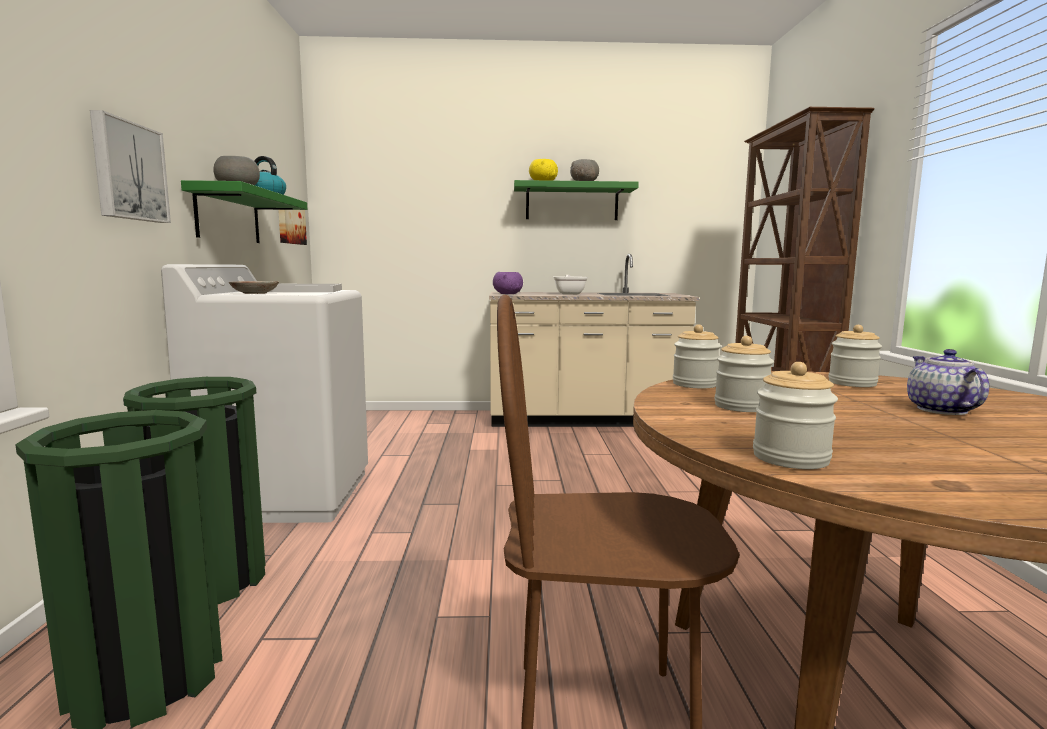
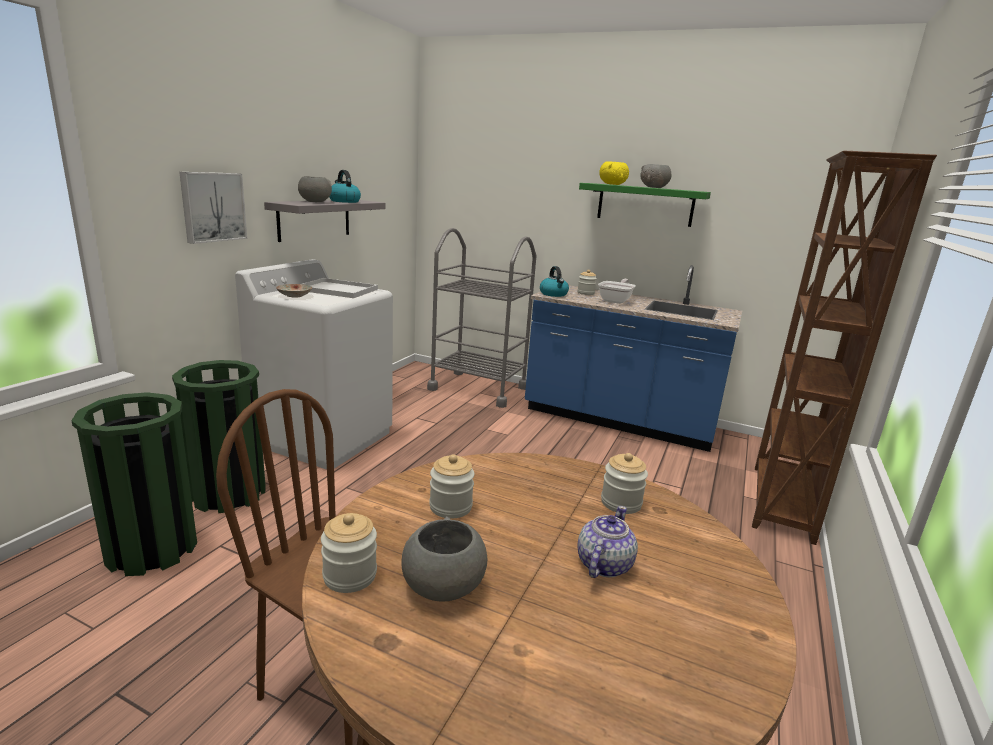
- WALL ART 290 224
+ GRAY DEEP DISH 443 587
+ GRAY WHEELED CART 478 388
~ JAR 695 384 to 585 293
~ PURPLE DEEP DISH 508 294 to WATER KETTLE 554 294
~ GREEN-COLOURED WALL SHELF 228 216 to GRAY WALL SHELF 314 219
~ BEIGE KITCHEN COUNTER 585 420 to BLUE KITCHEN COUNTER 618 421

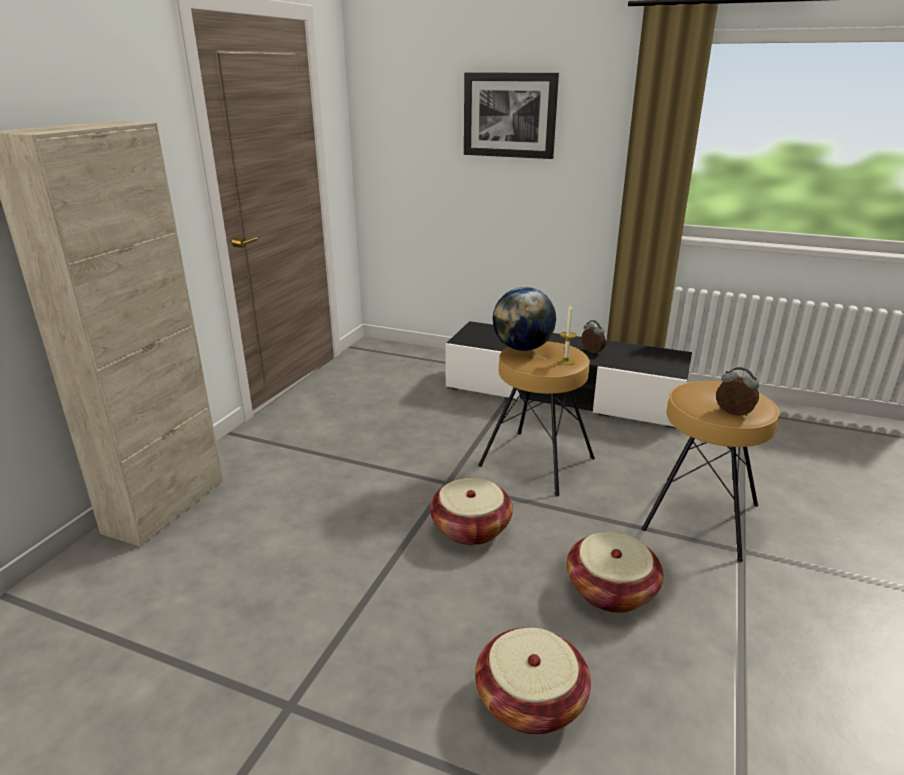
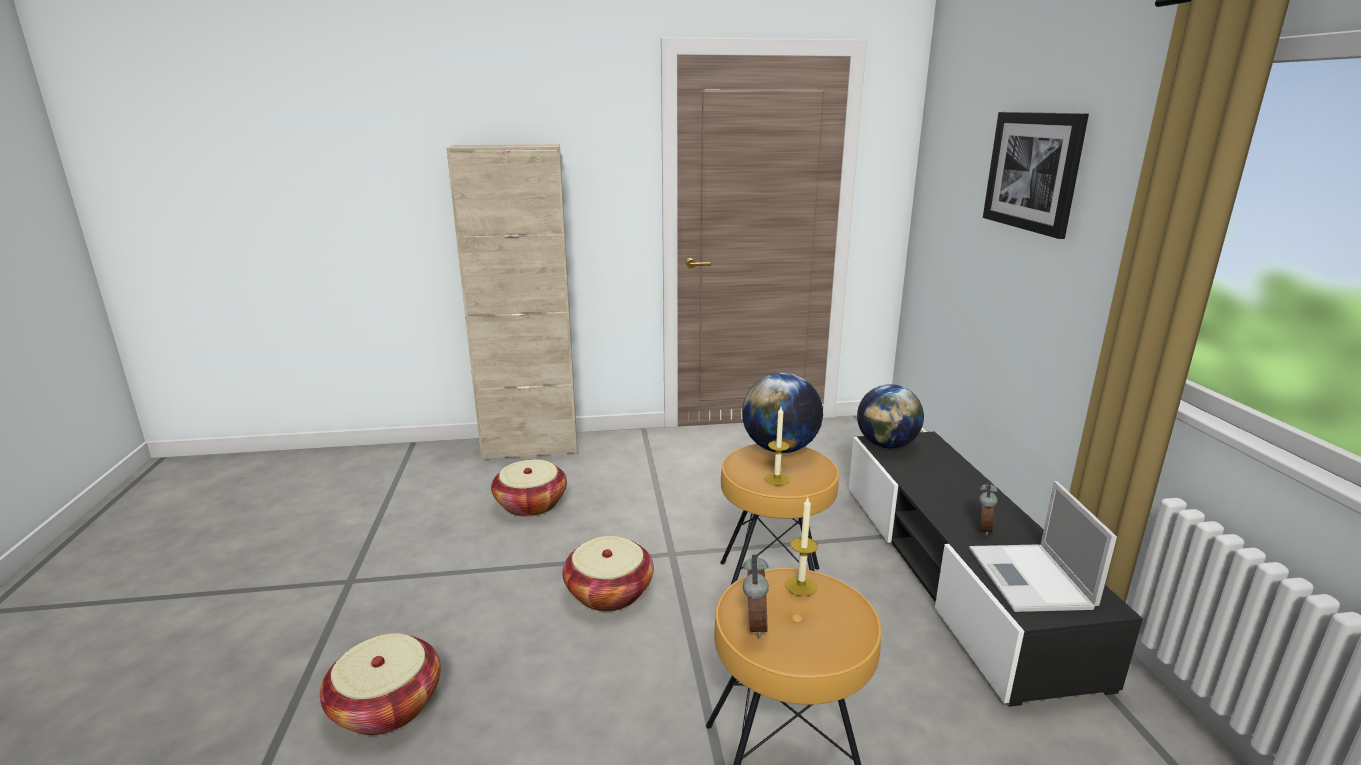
+ WAX CANDLE 801 586
+ DESK GLOBE 887 445
+ LAPTOP 1031 579
~ BASKET 611 590 to 531 504

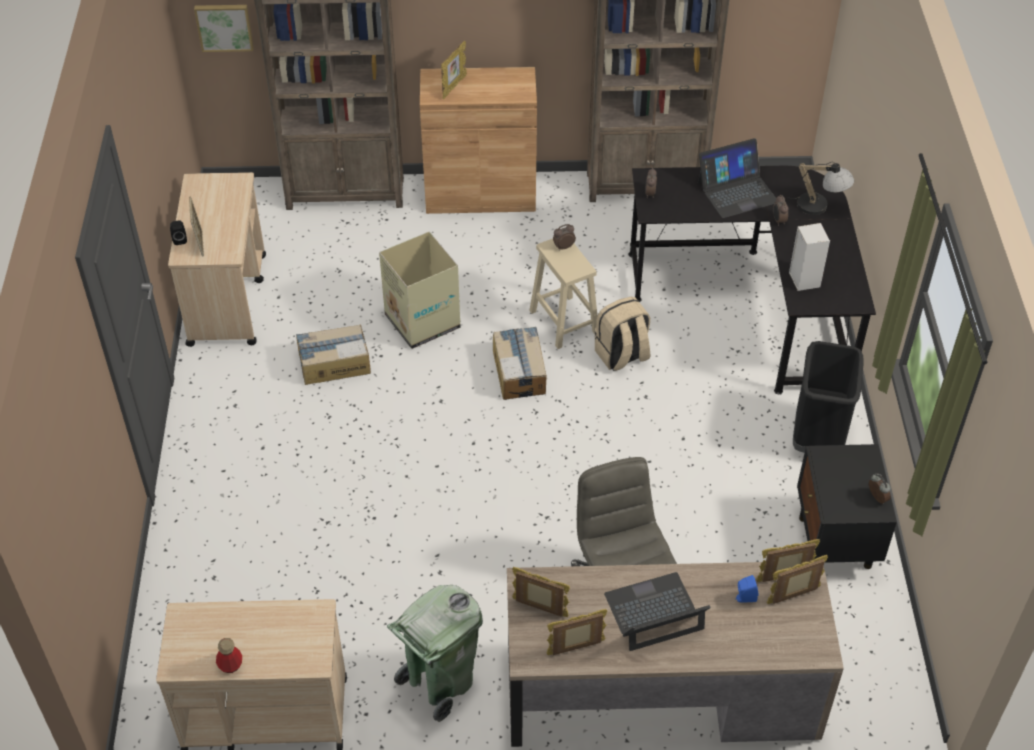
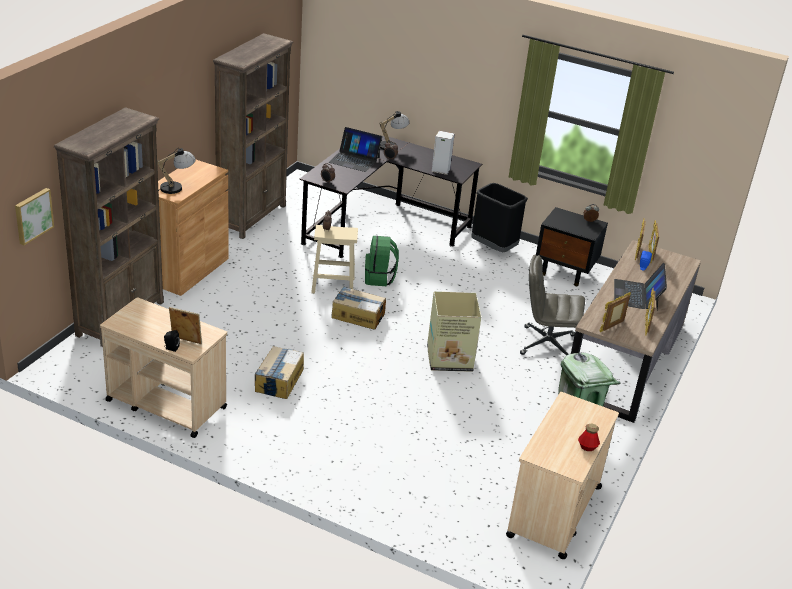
~ CARTON 422 320 to 448 358
~ PHOTO FRAME 454 87 to TABLE LAMP 177 187
~ BEIGE KNAPSACK 621 356 to GREEN-COLOURED KNAPSACK 379 278
~ LAPTOP 737 191 = 354 160 105 degrees clockwise

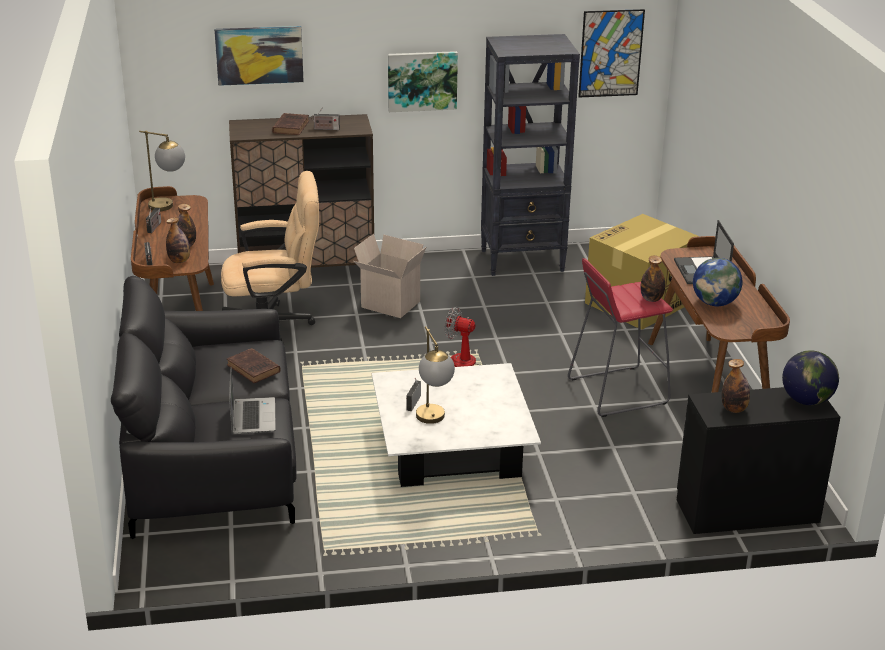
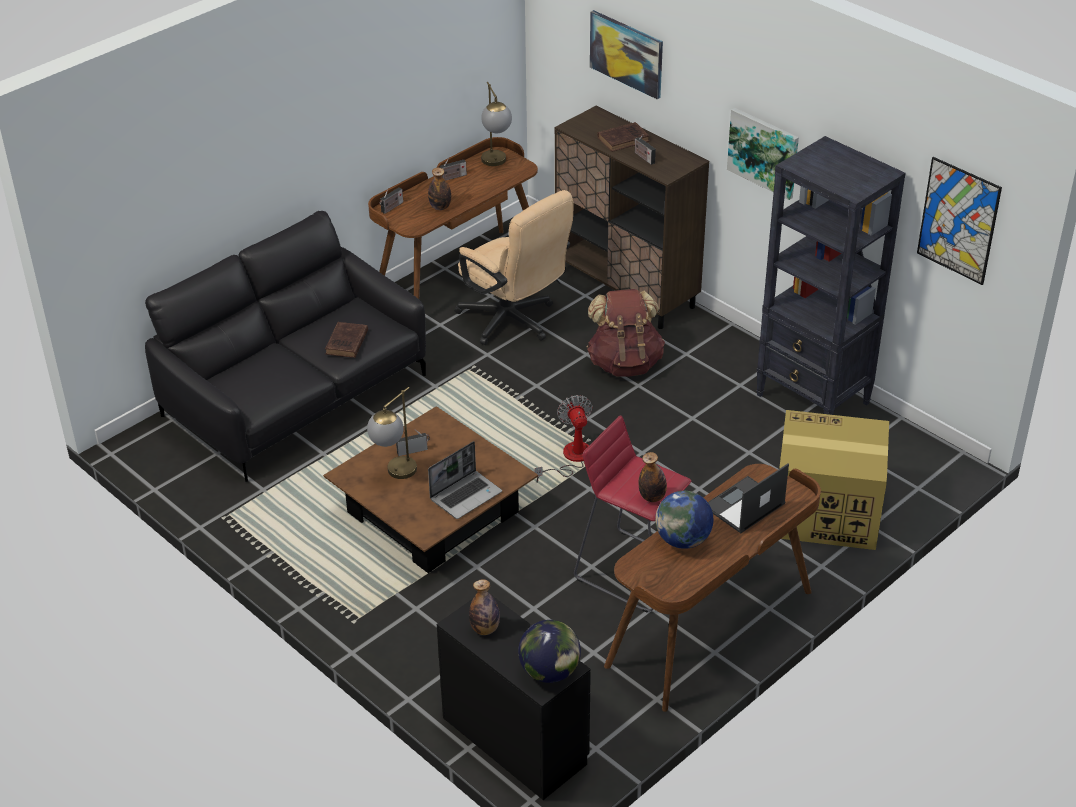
- BOTTLE 179 261
~ LAPTOP 252 417 to 466 495
~ CARTON 389 305 to BROWN KNAPSACK 624 363
~ WHITE-COLOURED LOW TABLE 451 447 to BROWN LOW TABLE 433 511

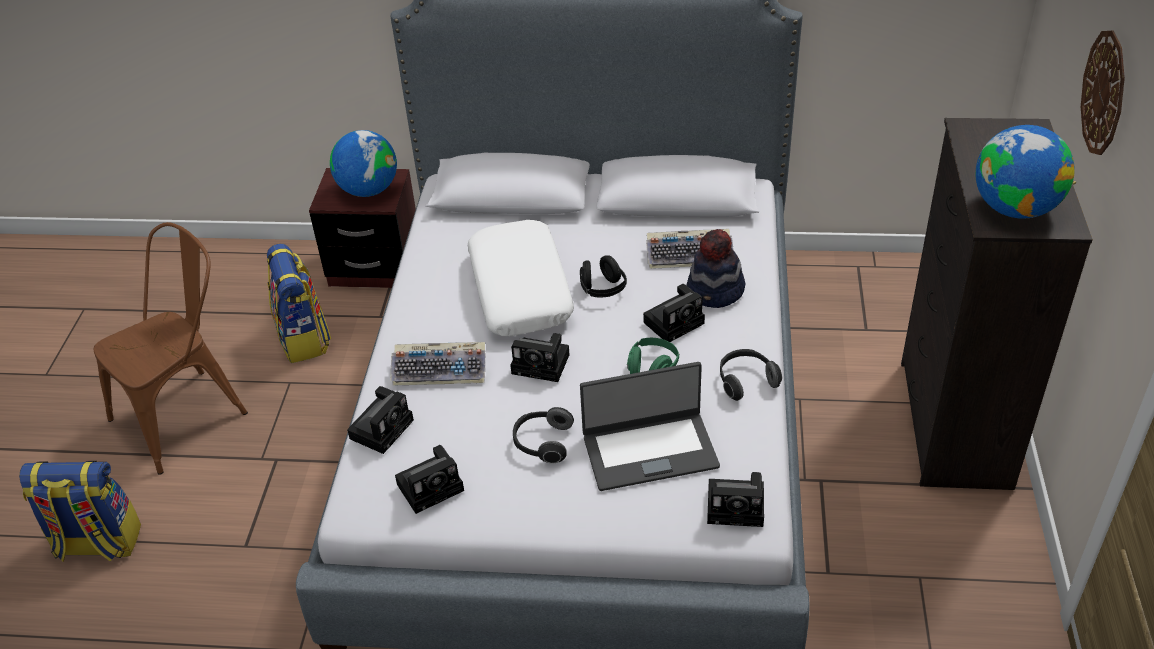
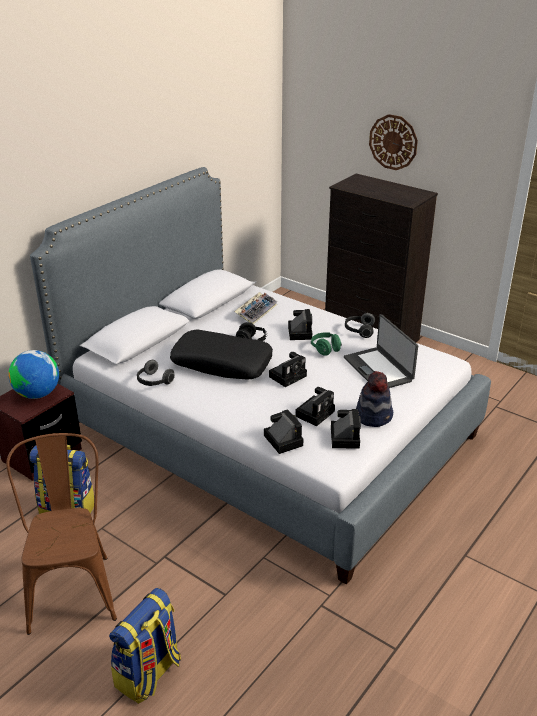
- PC KEYBOARD 441 369
- DESK GLOBE 1014 208
~ HEADSET 542 443 to 154 382
~ WEARABLE HAT 715 292 to 374 416
~ STILL CAMERA 738 507 to 315 413
~ WHITE-COLOURED CUSHION 521 290 to BLACKISH CUSHION 222 363
~ LAPTOP 649 450 = 379 369 135 degrees clockwise

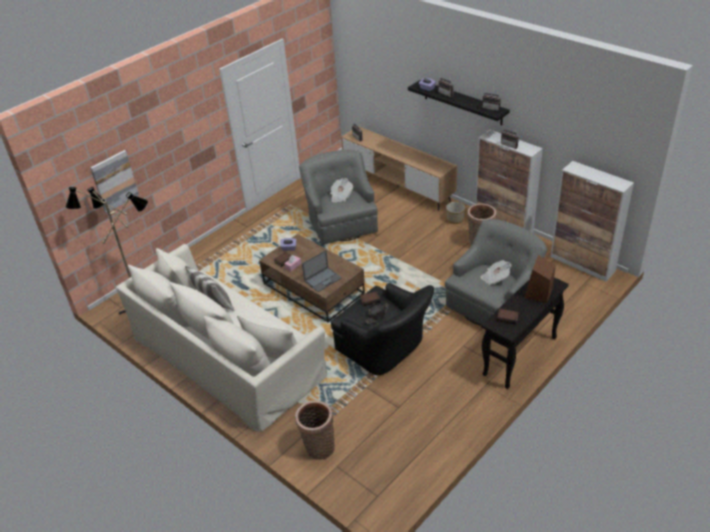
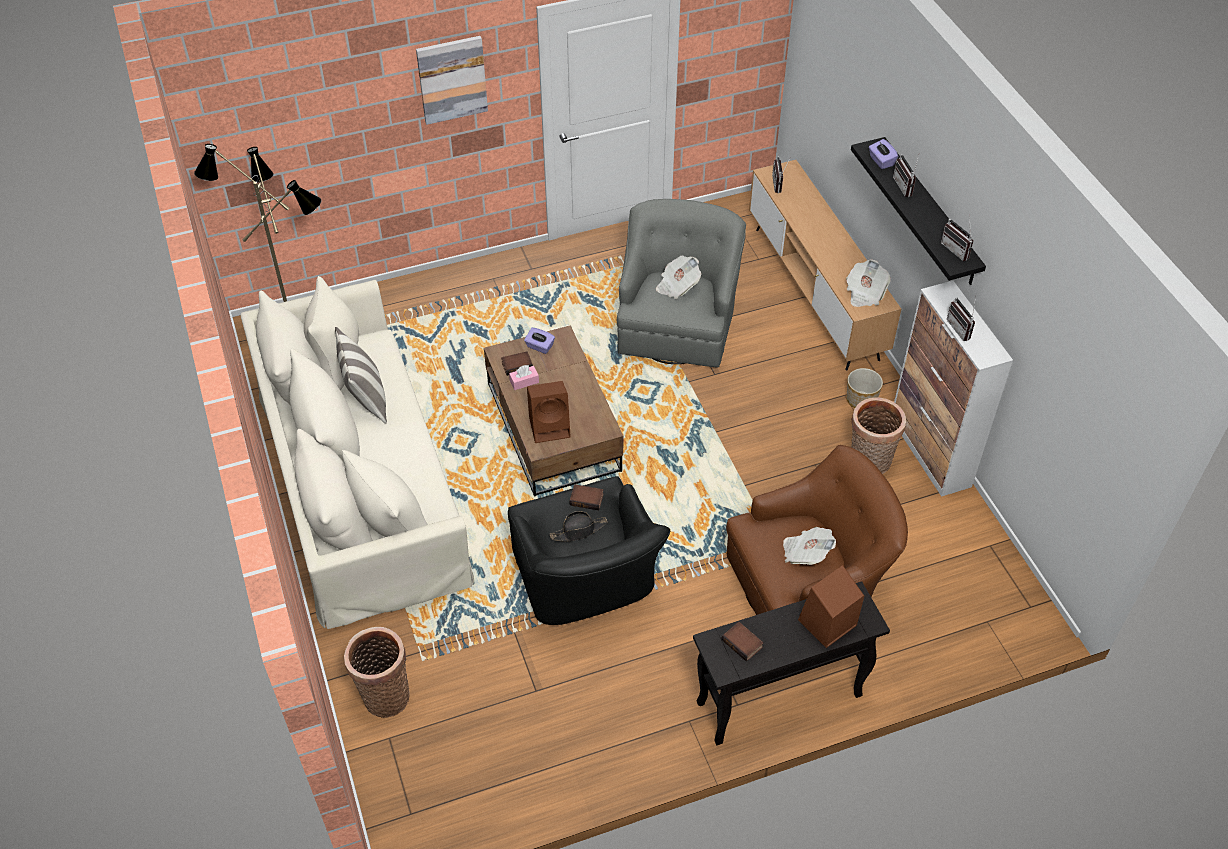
- STORAGE CABINET 582 264
+ NEWSPAPER 864 293
~ WALL ART 114 181 to 452 79
~ LAPTOP 323 279 to BROWN AUDIO SPEAKER 550 426
~ GRAY LOUNGE CHAIR 493 302 to BROWN LOUNGE CHAIR 808 583

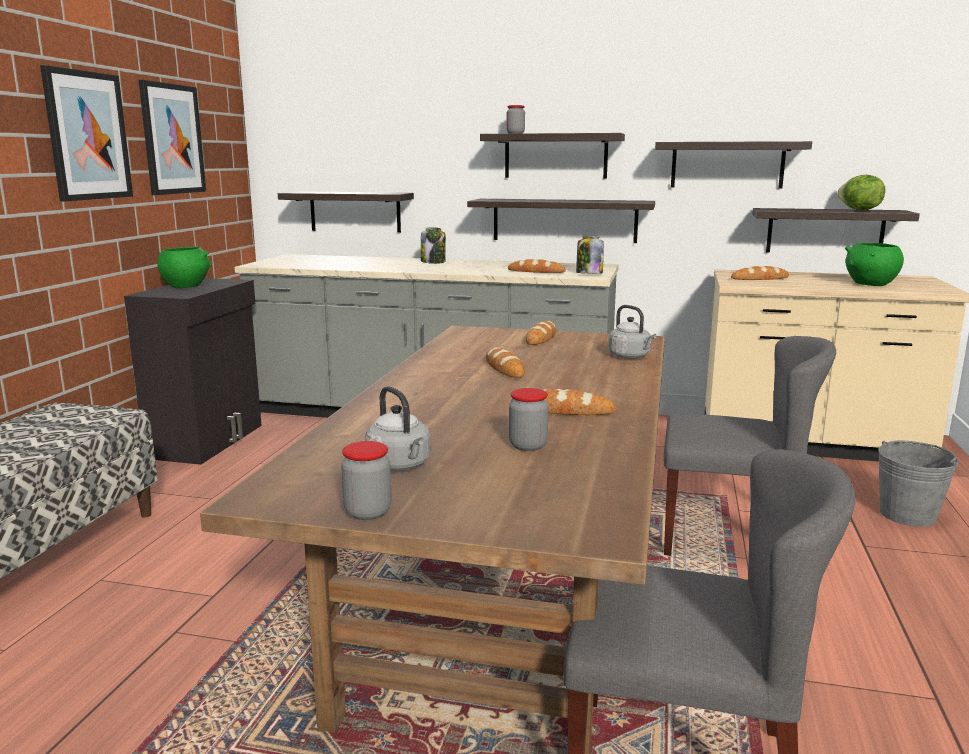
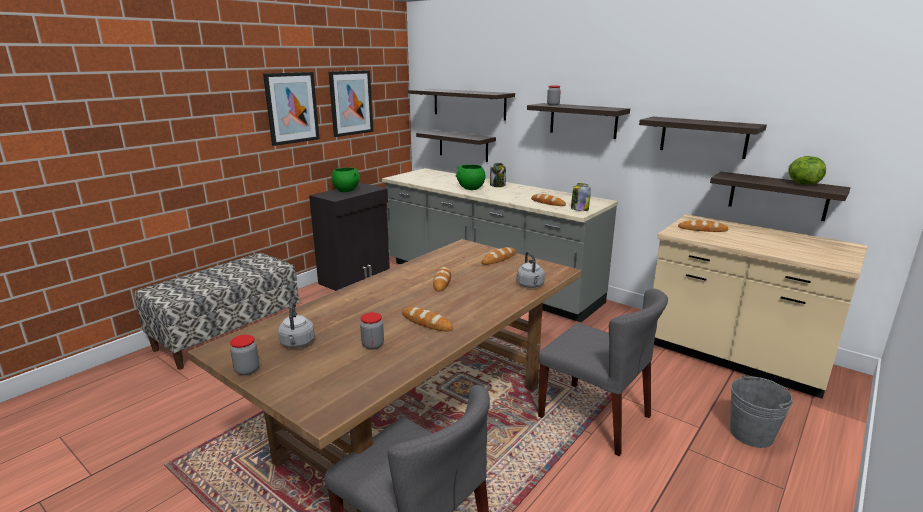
~ WALL SHELF 564 220 to 469 104
~ GREEN-COLOURED DEEP DISH 871 284 to 470 188

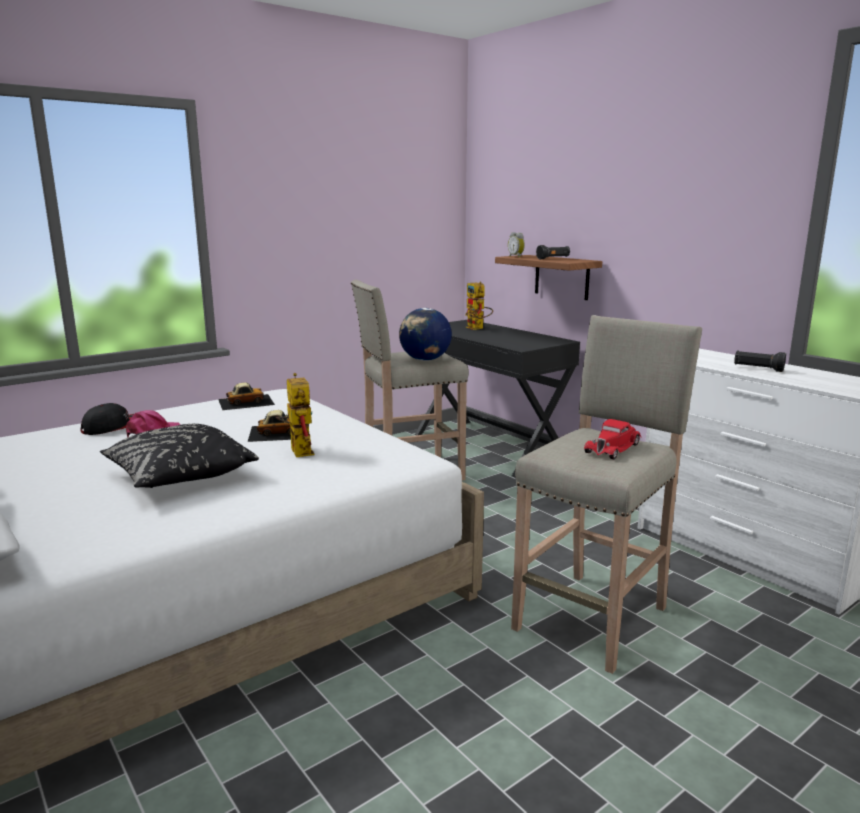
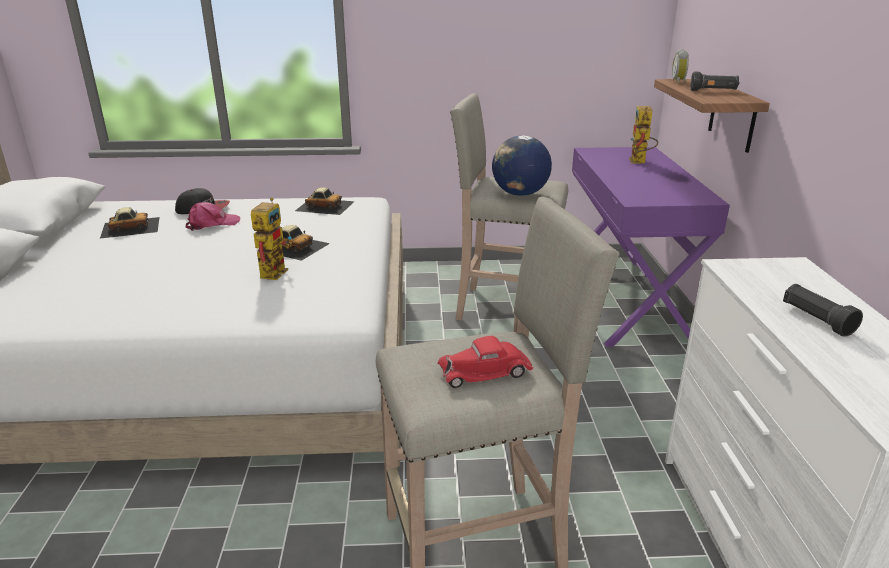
- BLACKISH CUSHION 180 476
+ TOY CAR 130 227
~ BLACKISH DESK UNIT 489 446 to PURPLE DESK UNIT 625 300

